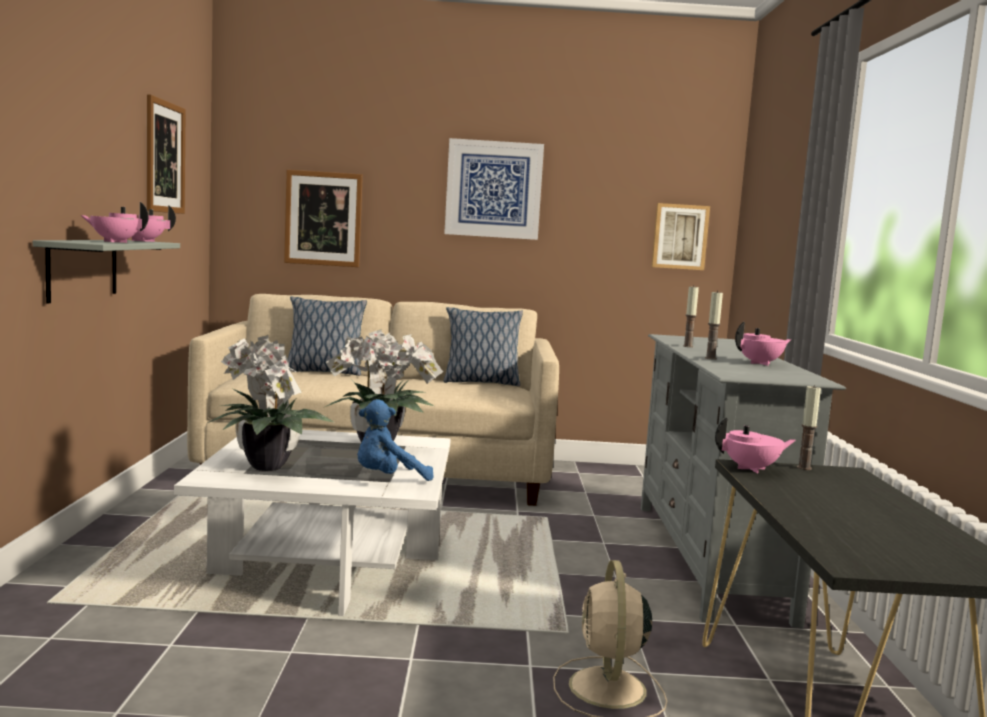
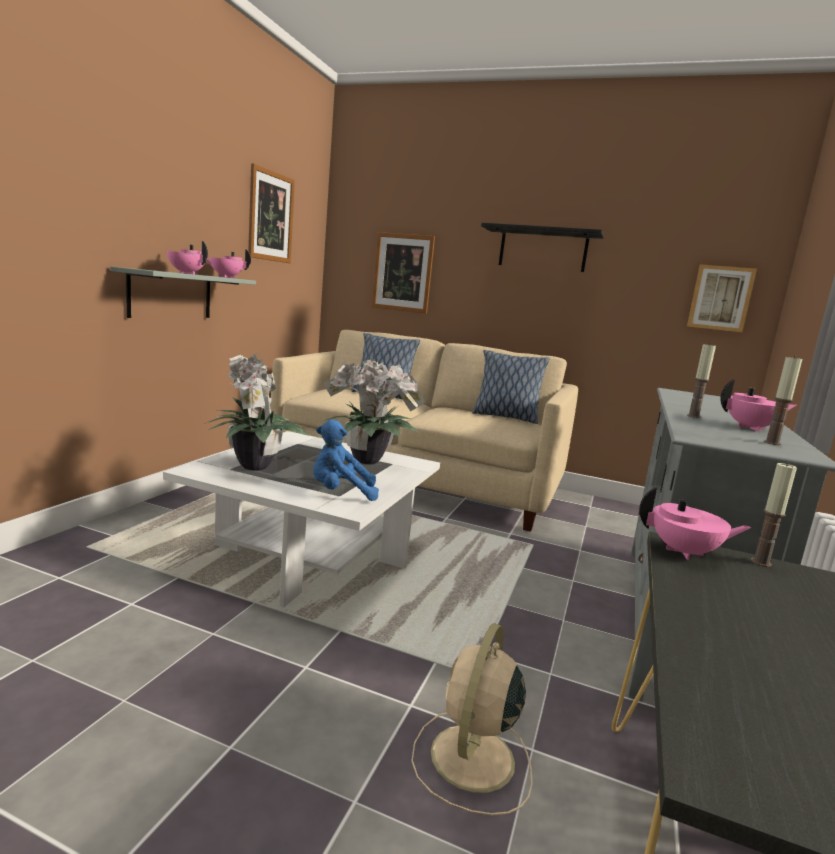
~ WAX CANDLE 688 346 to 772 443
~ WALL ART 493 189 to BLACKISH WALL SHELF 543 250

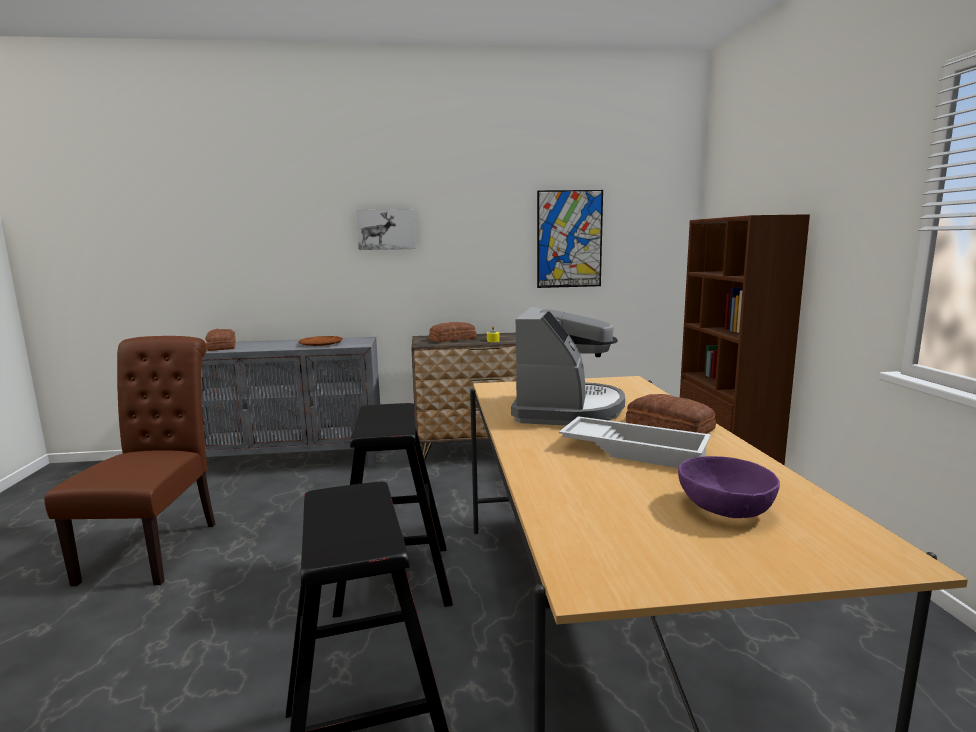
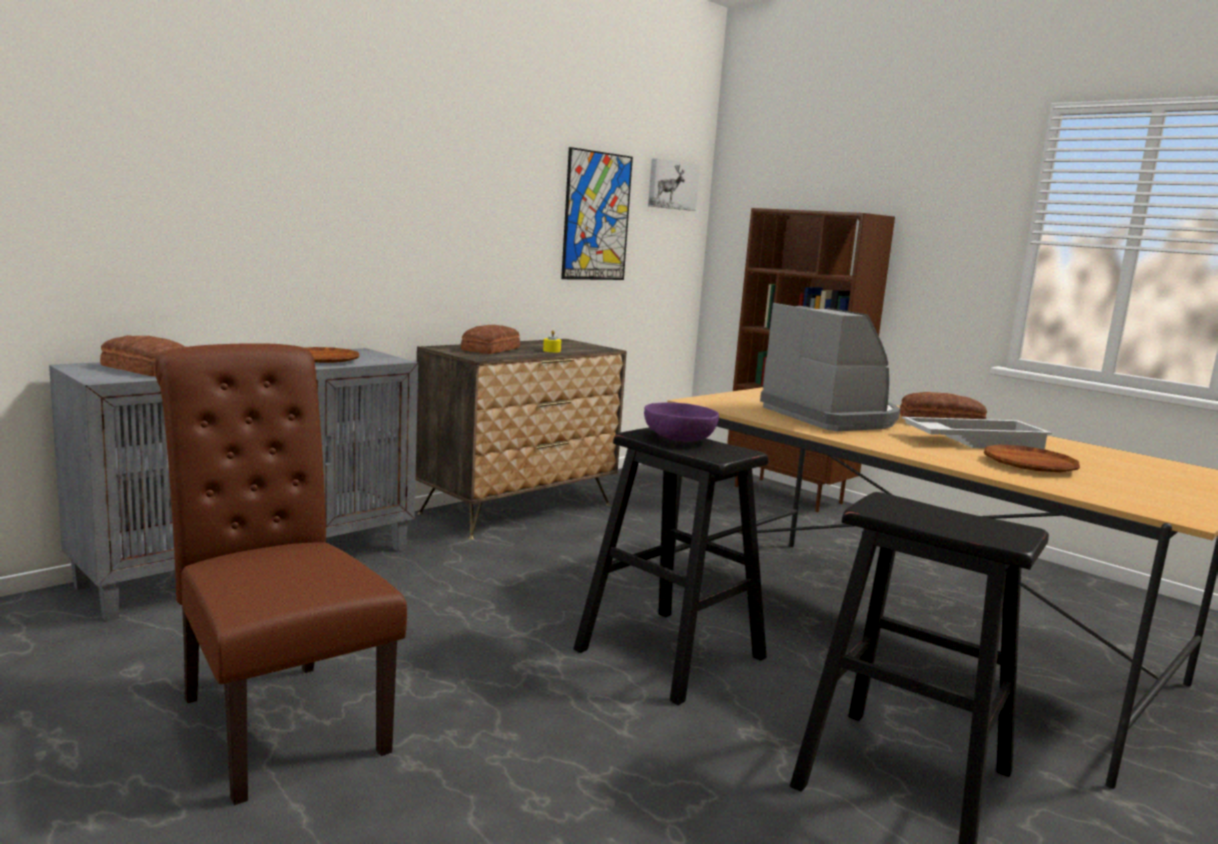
+ BROWN FLAT DISH 1029 465
~ WALL ART 386 229 to 671 185
~ PURPLE DEEP DISH 726 508 to 679 439

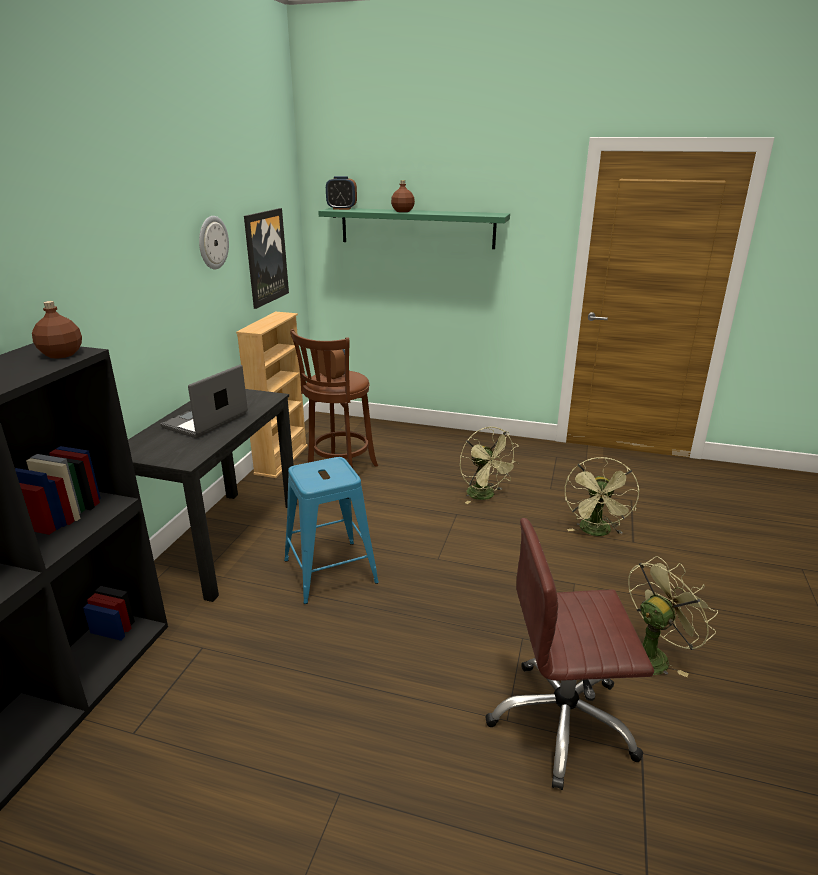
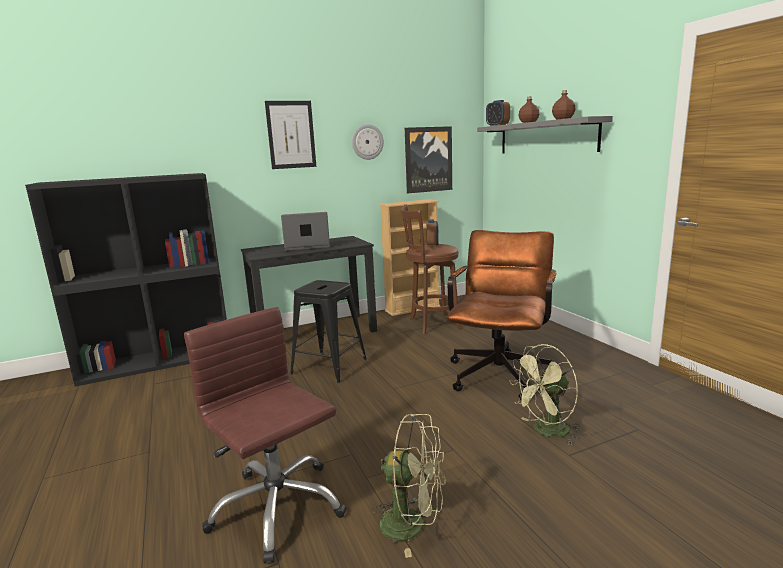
+ WALL ART 291 135
~ BROWN BOTTLE 61 355 to 562 119
~ GREEN-COLOURED COOLING FAN 485 496 to BROWN COMPUTER CHAIR 500 371
~ BLUE STOOL SEAT 329 571 to BLACKISH STOOL SEAT 329 366
~ GREEN-COLOURED WALL SHELF 417 228 to GRAY WALL SHELF 546 137

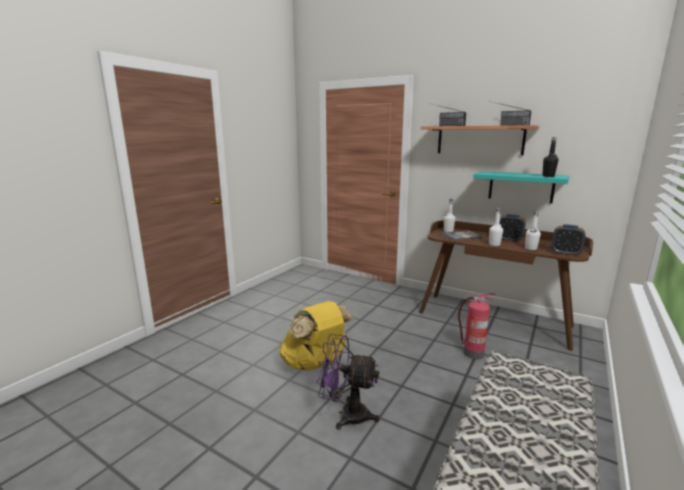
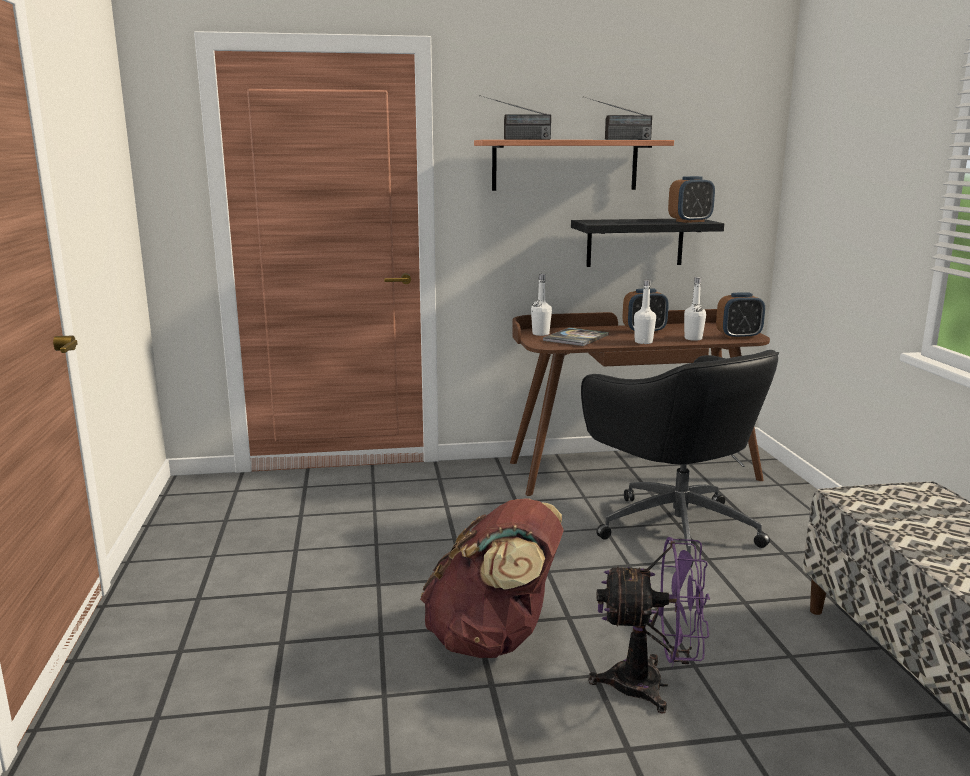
~ FIRE EXTINGUISHER 472 353 to BLACKISH COMPUTER CHAIR 674 527
~ BLACKISH BOTTLE 548 176 to ALARM CLOCK 690 221
~ YELLOW-COLOURED KNAPSACK 315 364 to BROWN KNAPSACK 494 639
~ TURQUOISE WALL SHELF 521 187 to BLACKISH WALL SHELF 635 242
~ PURPLE COOLING FAN 346 414 = 651 685 150 degrees counterclockwise

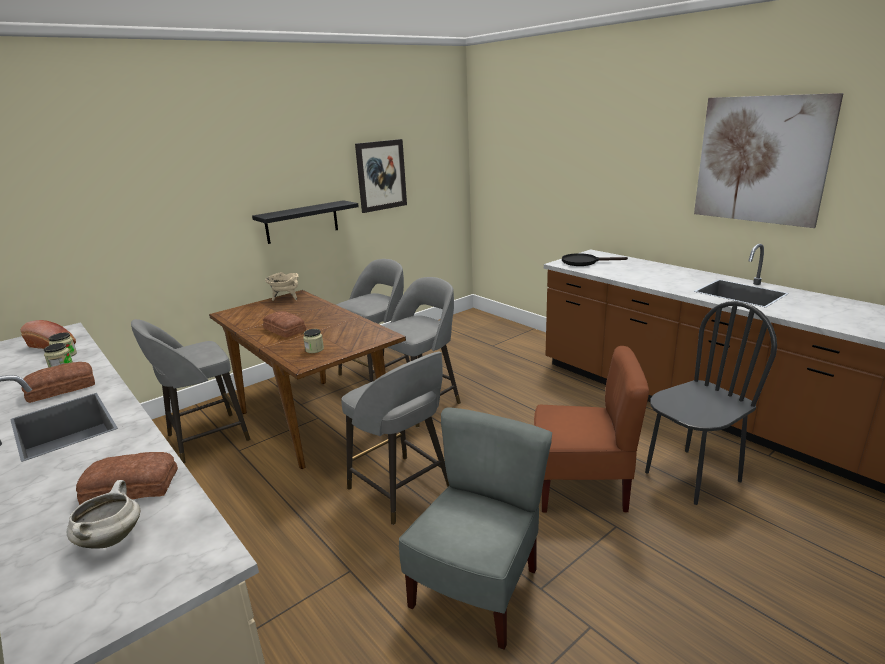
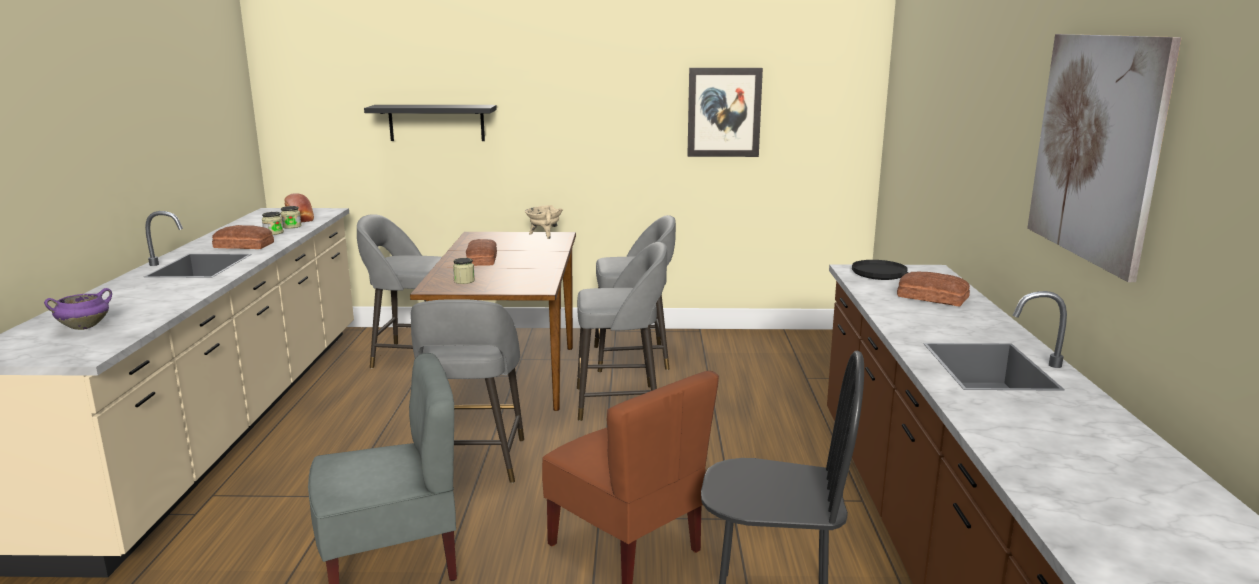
~ BAKED BREAD 130 487 to 932 297
~ BLACKISH WALL SHELF 302 222 to 436 122
~ WHITE-COLOURED COOKING POT 111 539 to PURPLE COOKING POT 85 327

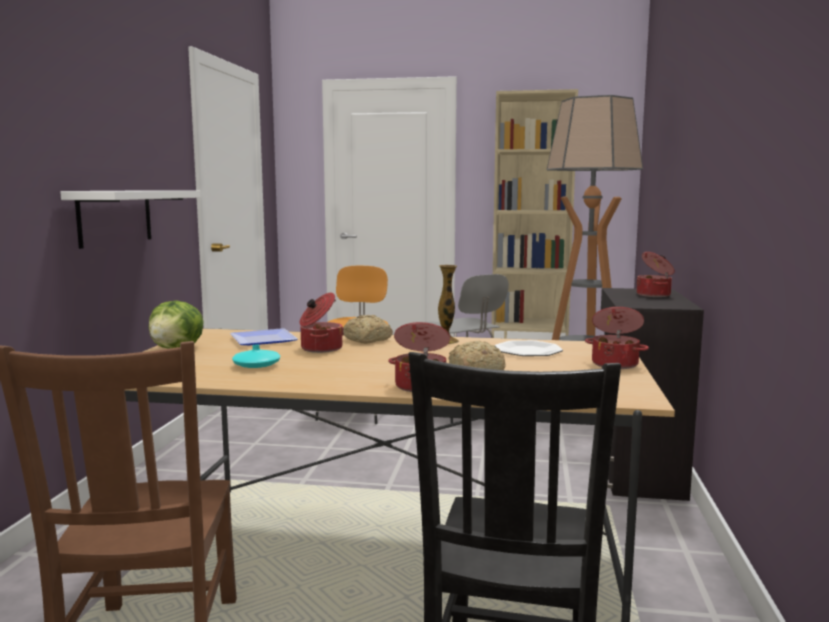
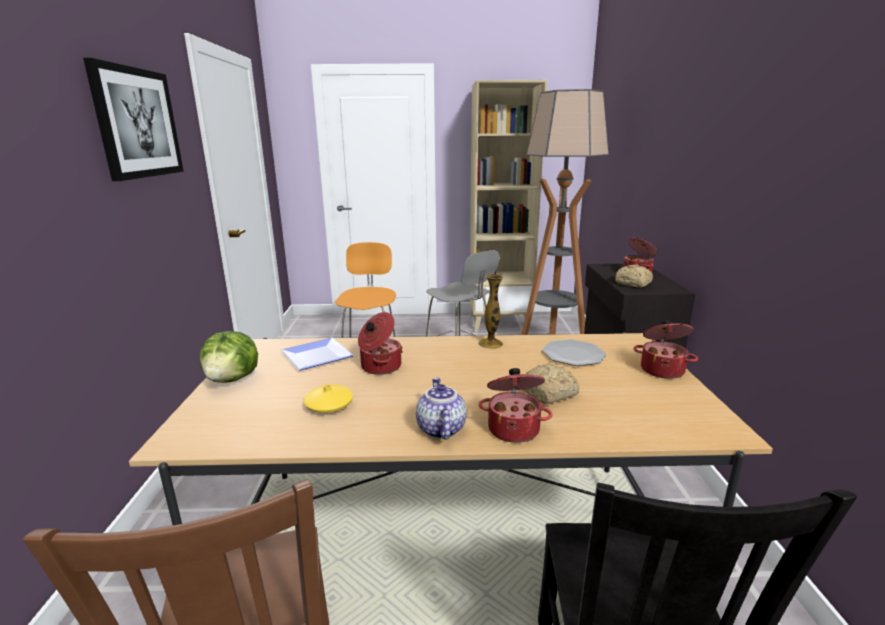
- WHITE-COLOURED WALL SHELF 115 217
+ WALL ART 137 123
+ POT FOR TEA 439 429
~ BAKED BREAD 367 340 to 633 284
~ TURQUOISE DECORATIVE VASE 256 365 to YELLOW-COLOURED DECORATIVE VASE 329 405

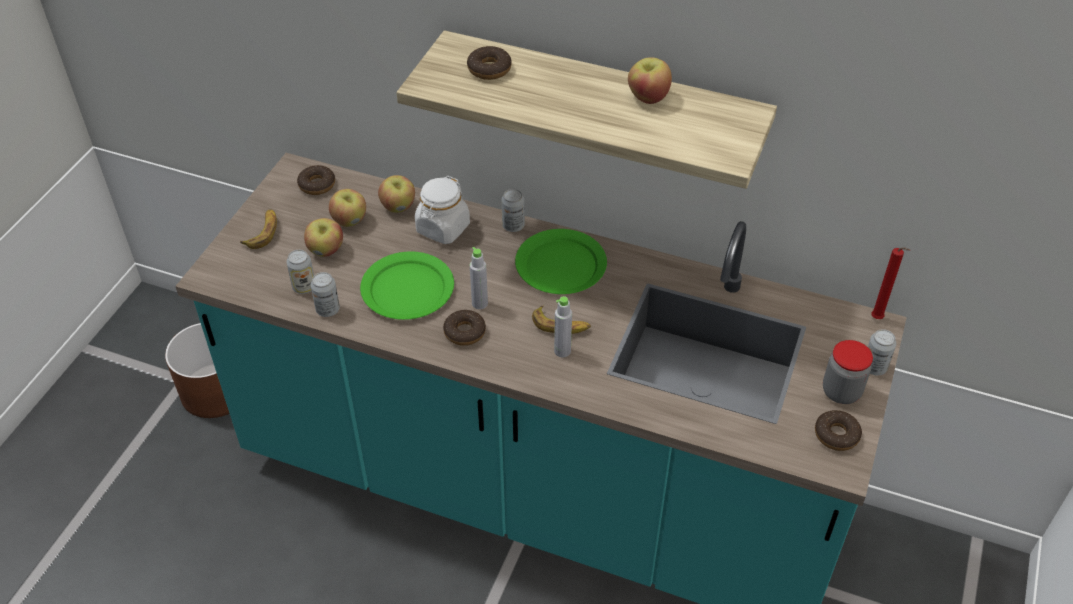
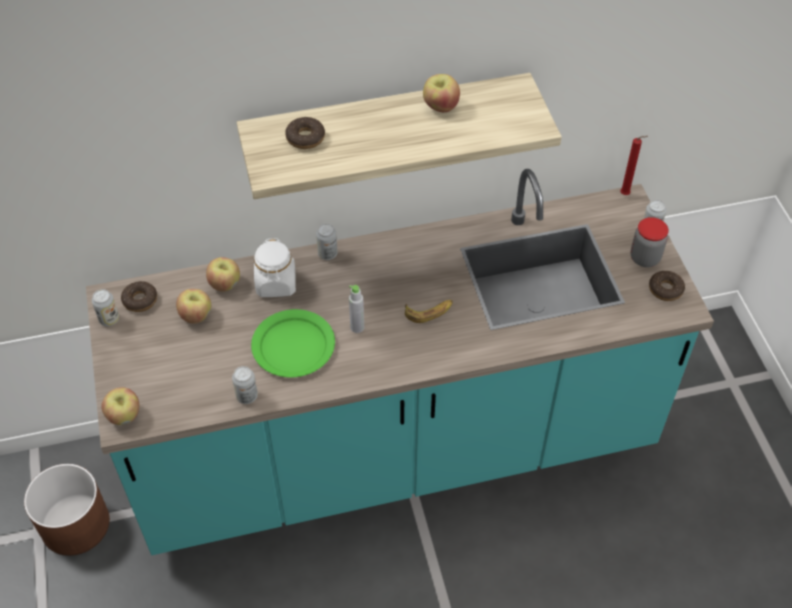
- BANANA 263 232
- DOUGHNUT 464 332
- GREEN-COLOURED FLAT DISH 561 265
- GRAY BOTTLE 562 351
~ METAL CAN 304 287 to 109 319
~ WHOLE APPLE 326 250 to 124 416

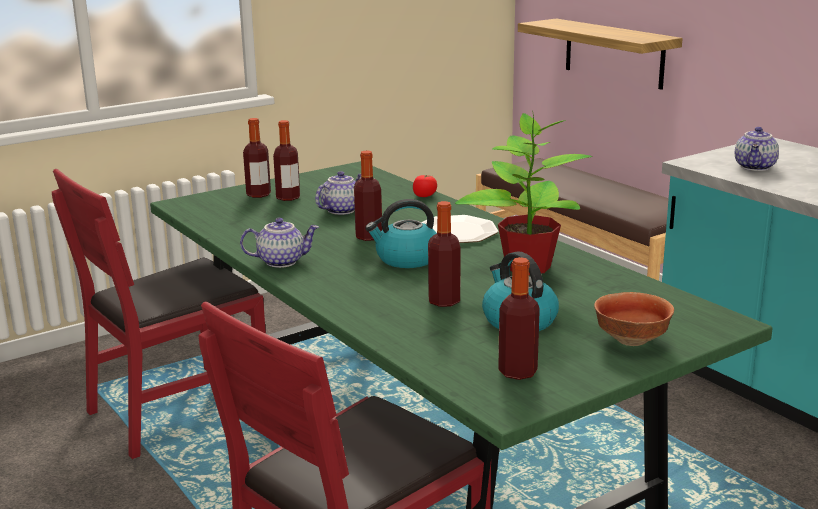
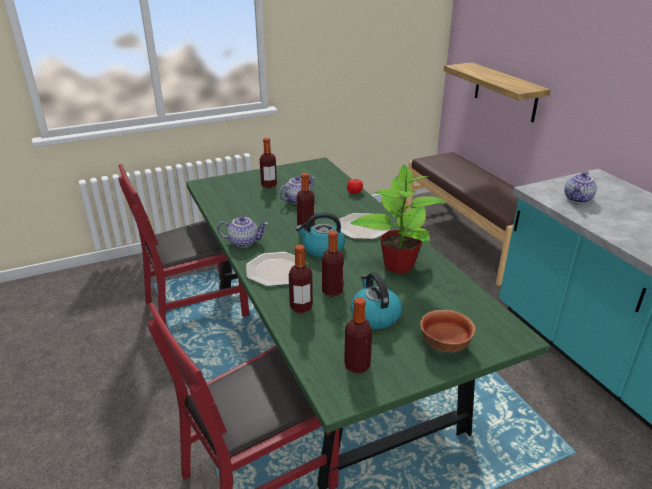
+ FLAT DISH 276 270
~ BOTTLE 258 194 to 301 307

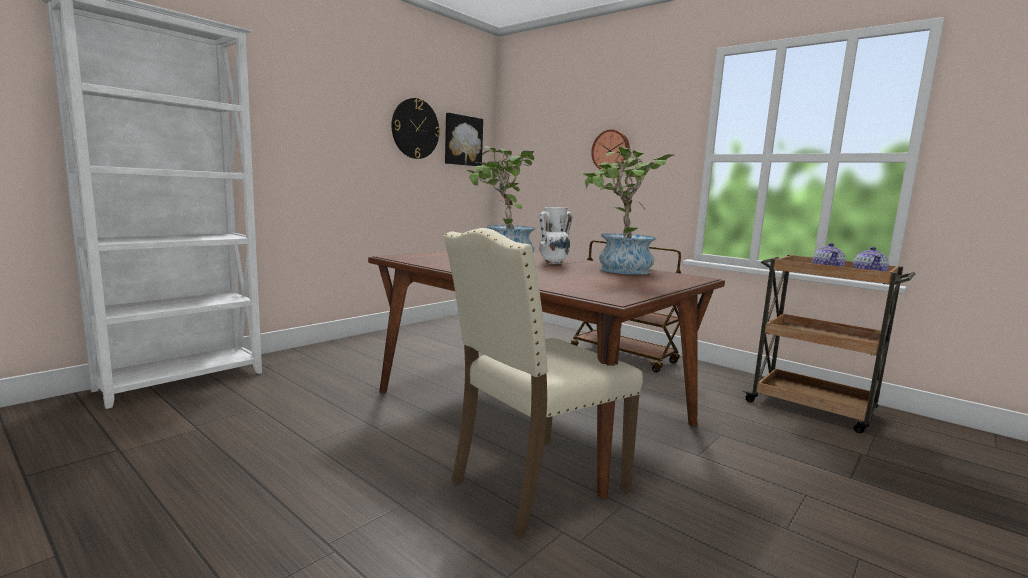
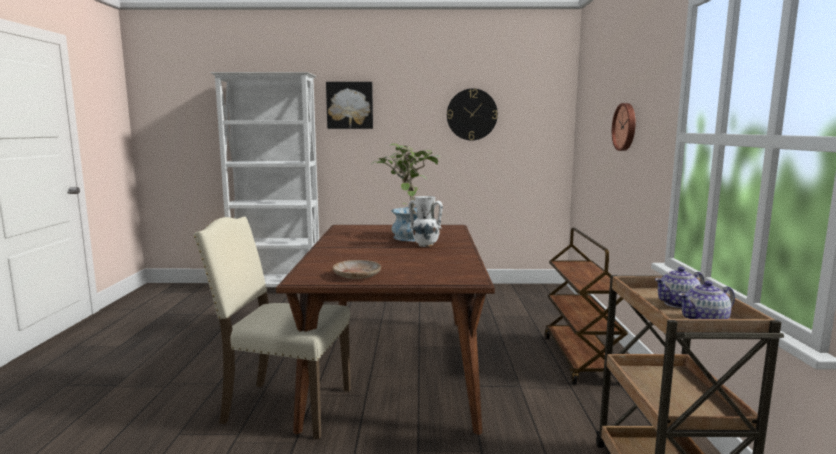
- HOUSEPLANT 619 270
+ BEIGE FLAT DISH 357 275
~ WALL ART 462 140 to 350 105

